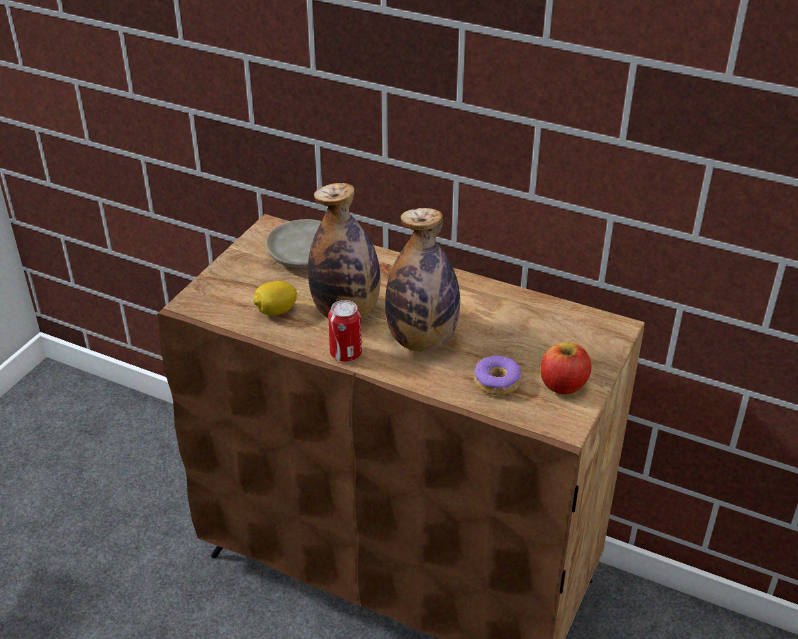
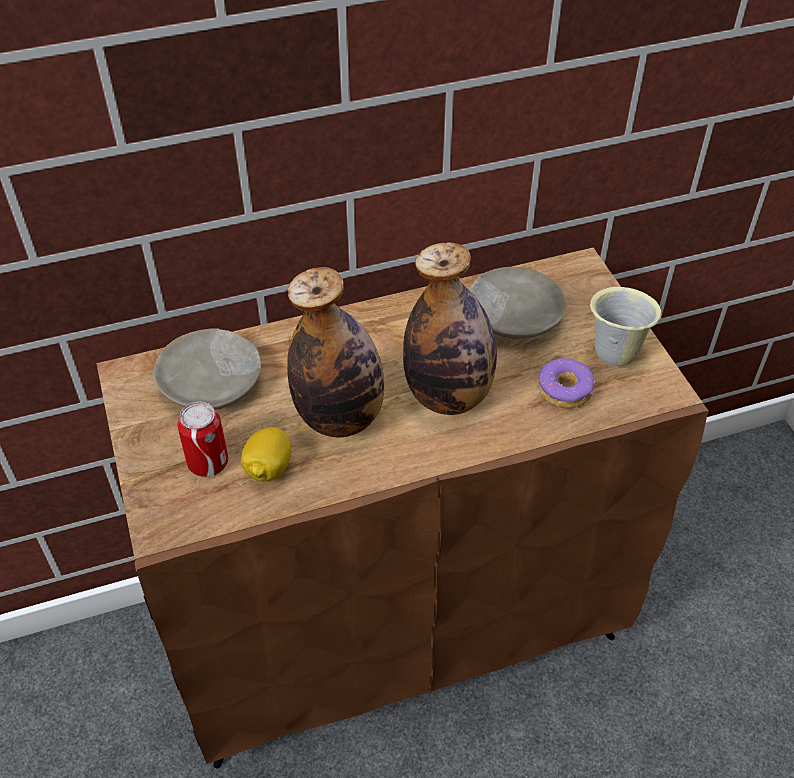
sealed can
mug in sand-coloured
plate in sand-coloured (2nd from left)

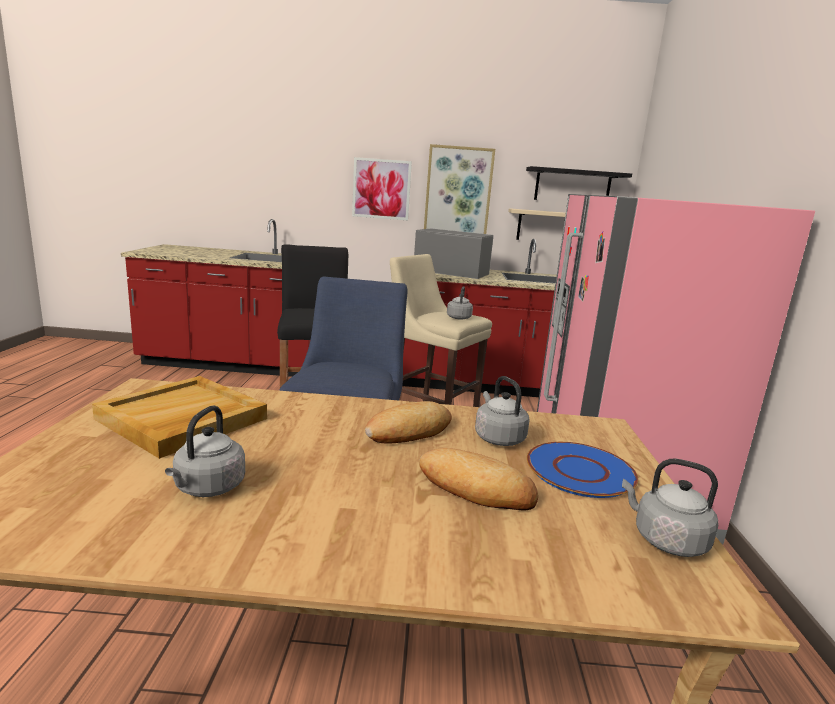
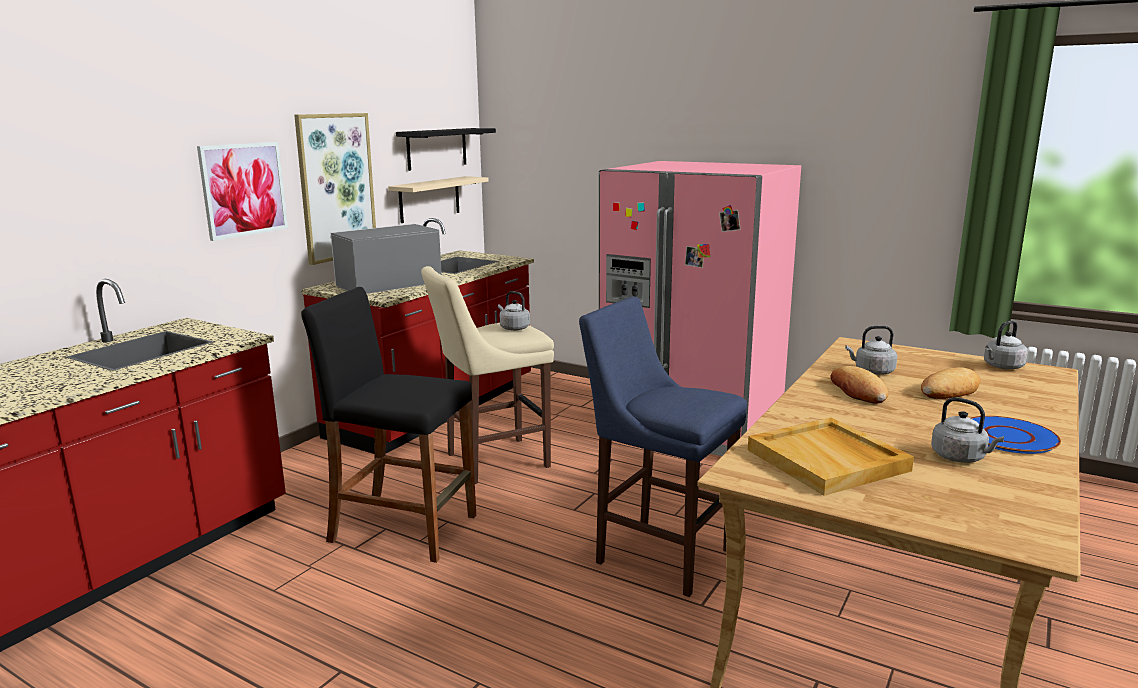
plate in blue

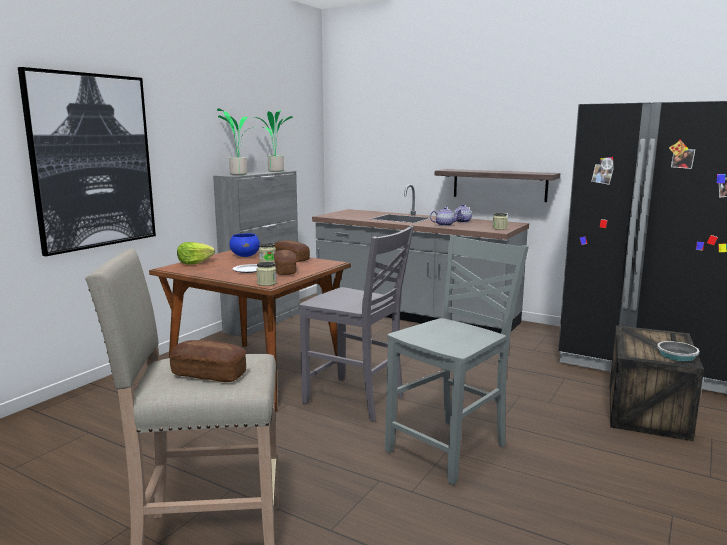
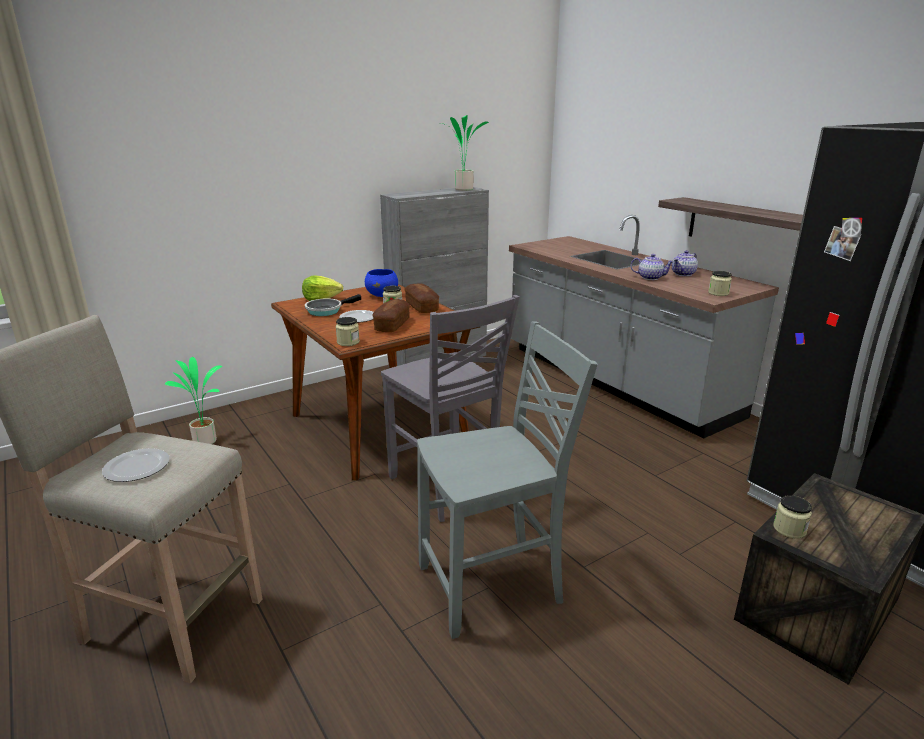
wall art
houseplant (1st from left)
skillet
plate (1st from left)
storage jar (4th from left)

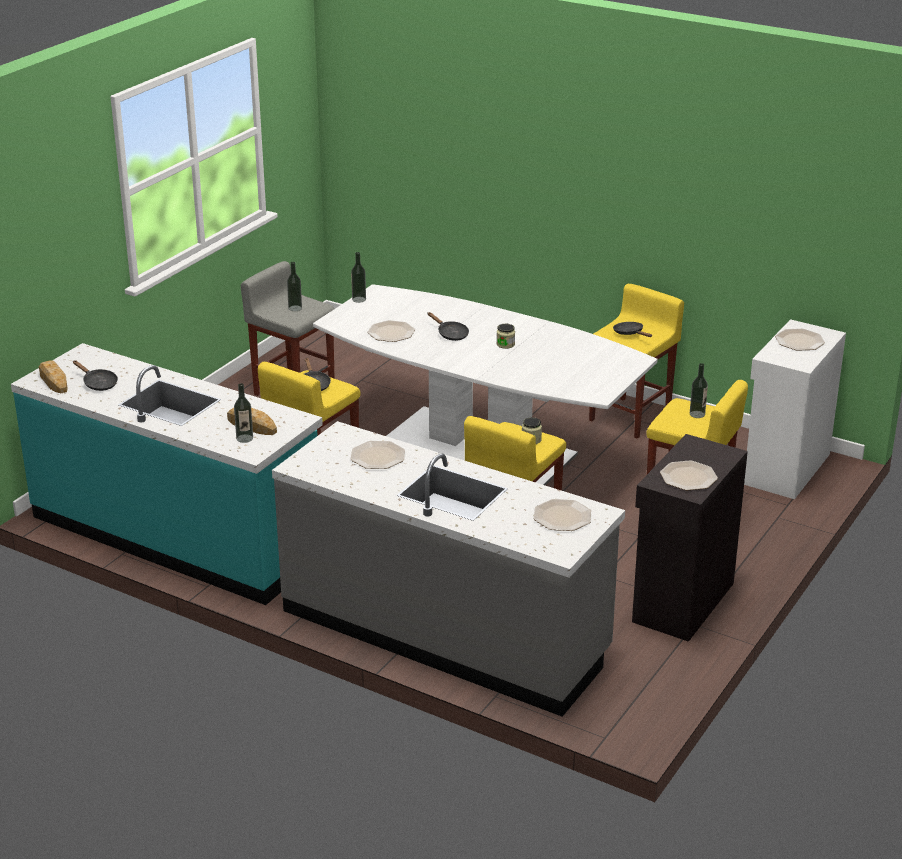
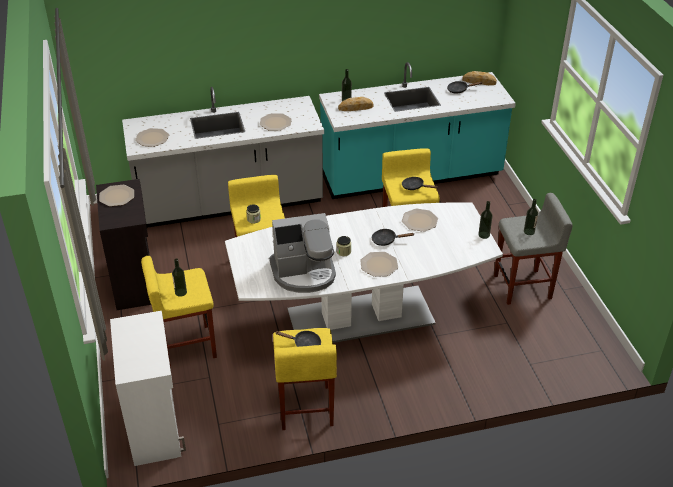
plate (4th from left)
coffee maker

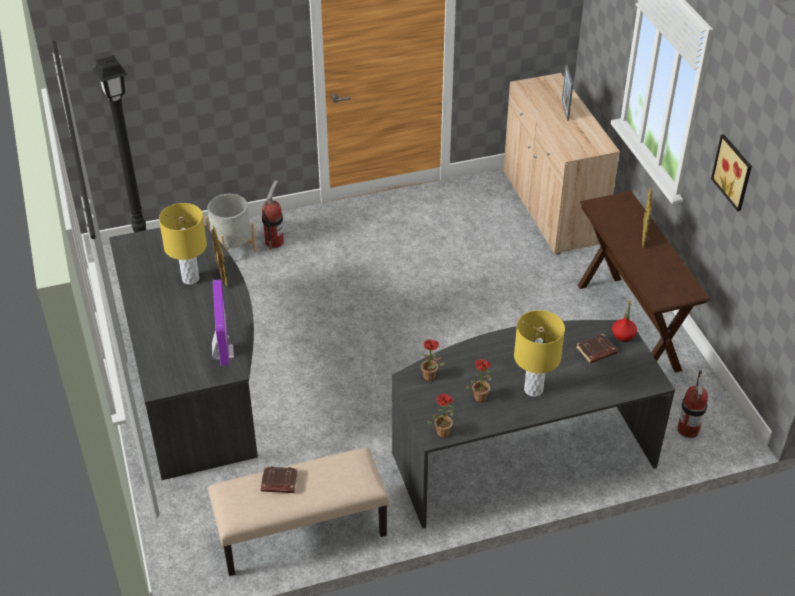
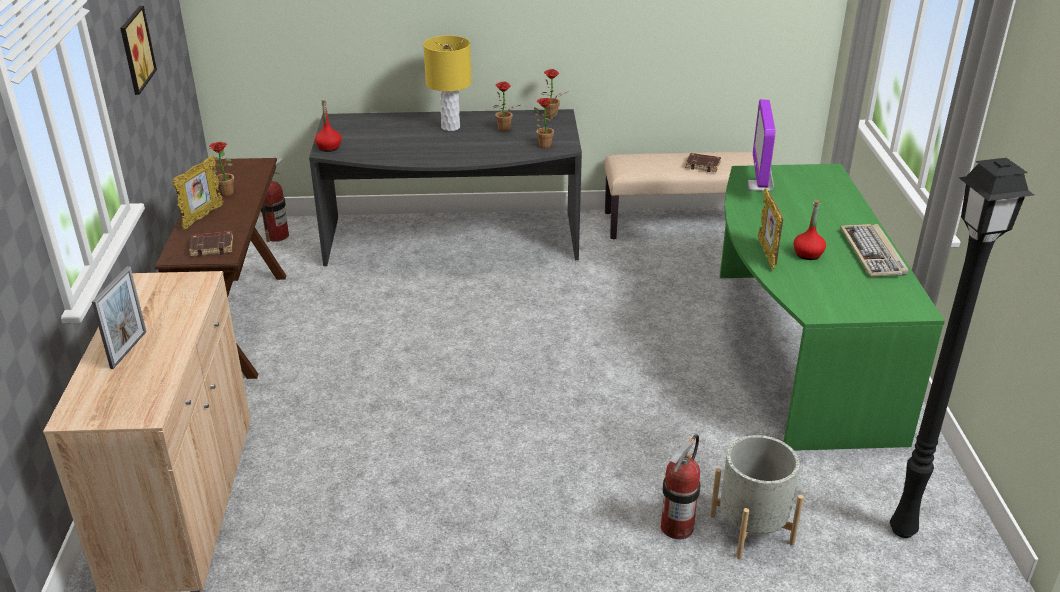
drink bottle in red (2nd from left)
desk table in greenish
book in brownish (1st from left)
houseplant (1st from left)
keyboard

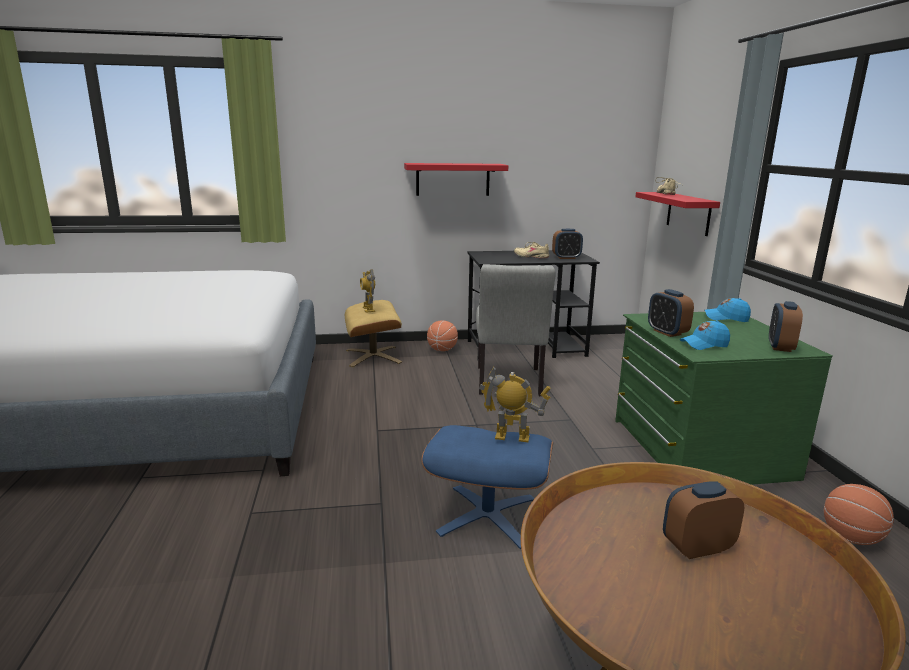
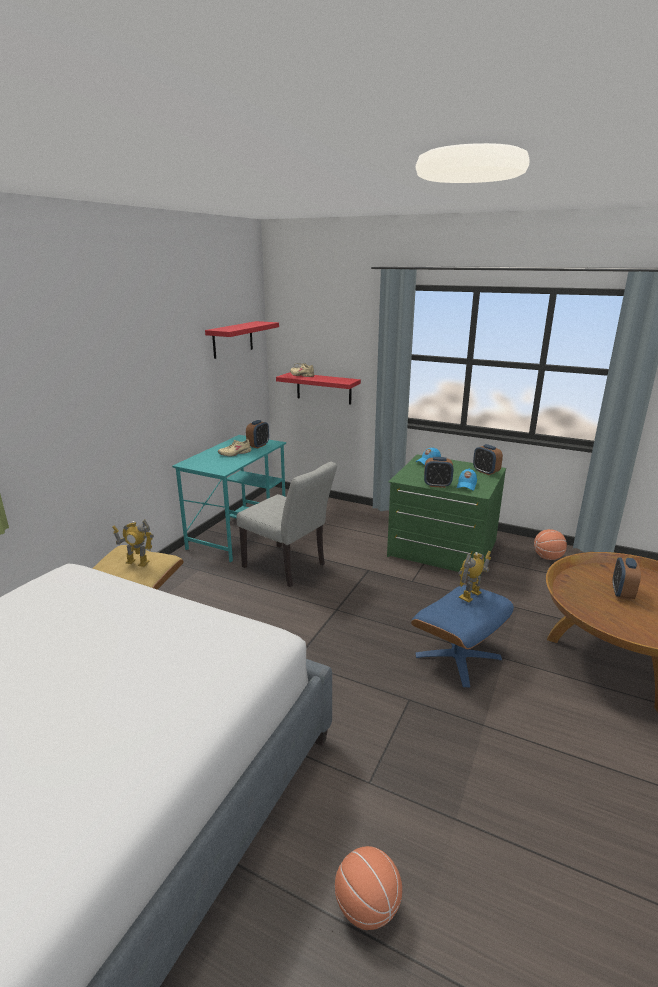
bracket shelf in red (1st from left)
desk table in blue-green
ball for basketball (1st from left)

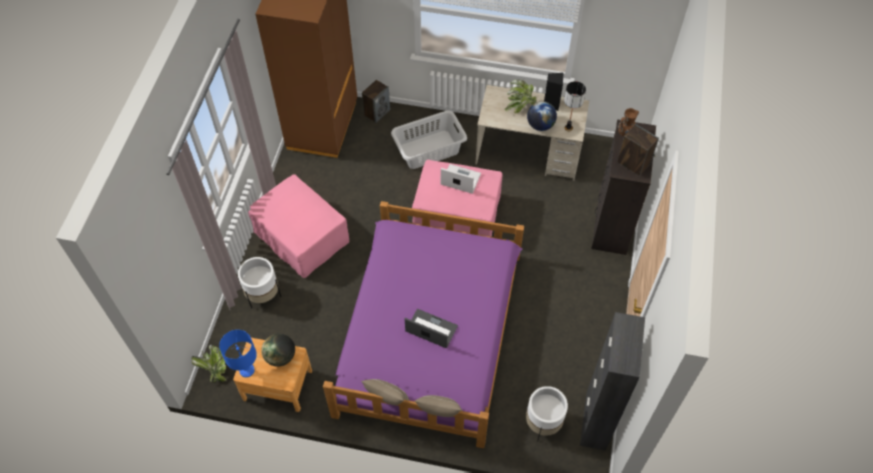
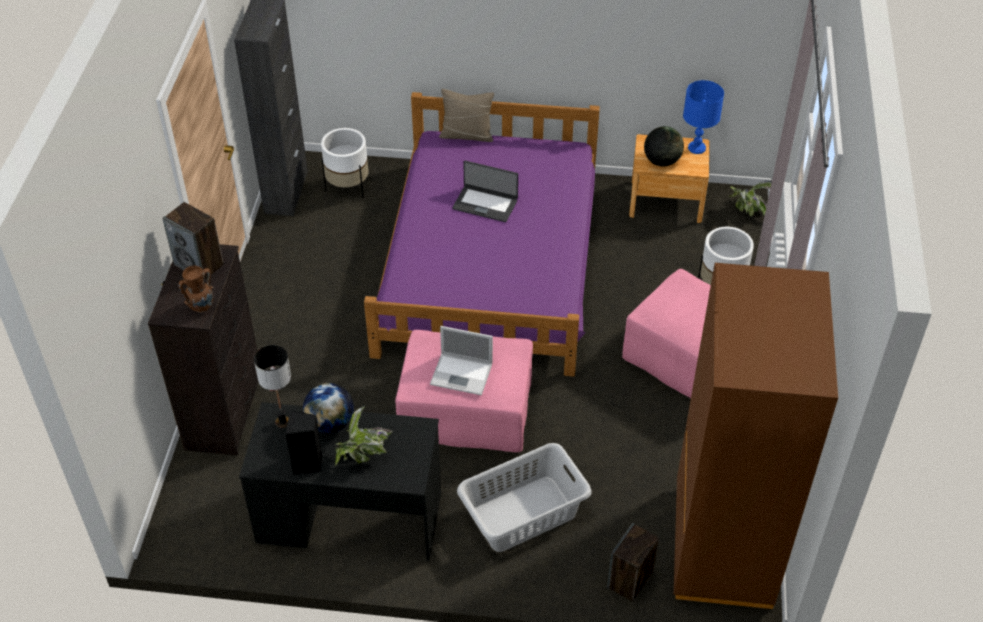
desk table in black-coloured
cushion in sand-coloured (1st from left in the first image)

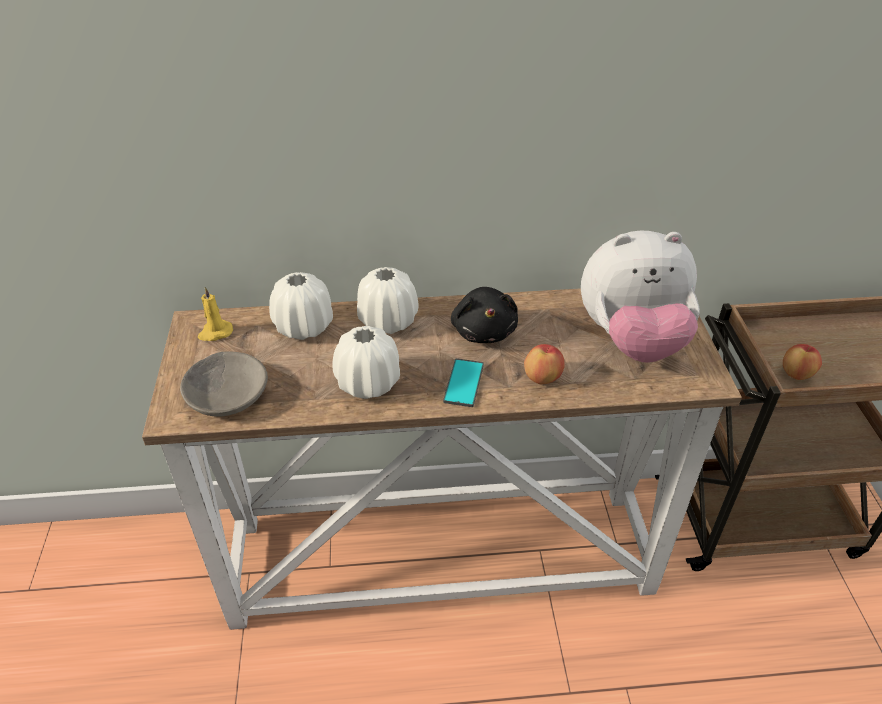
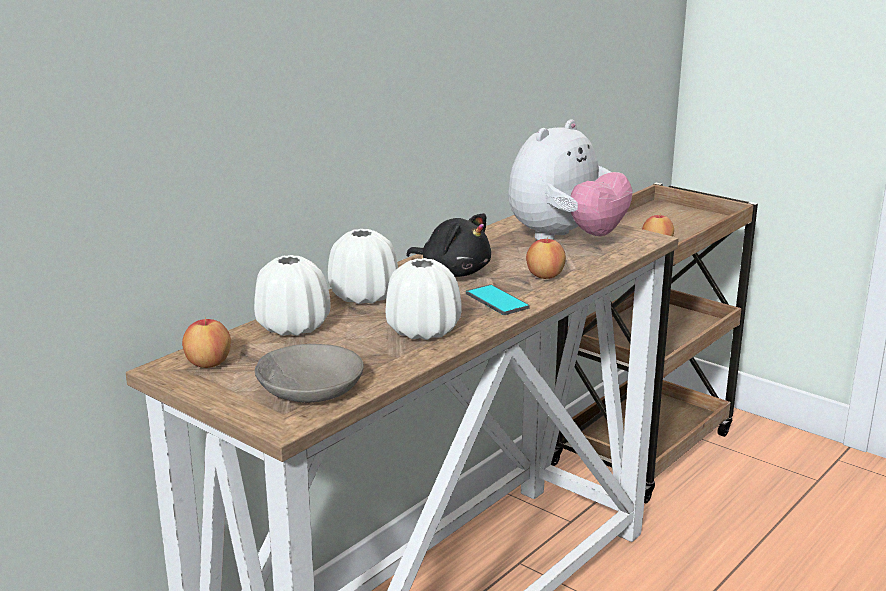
whole apple (1st from left)

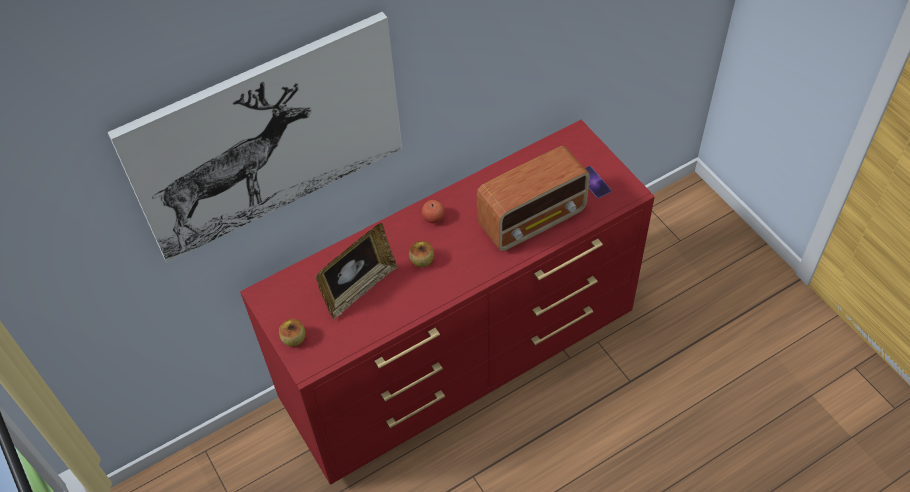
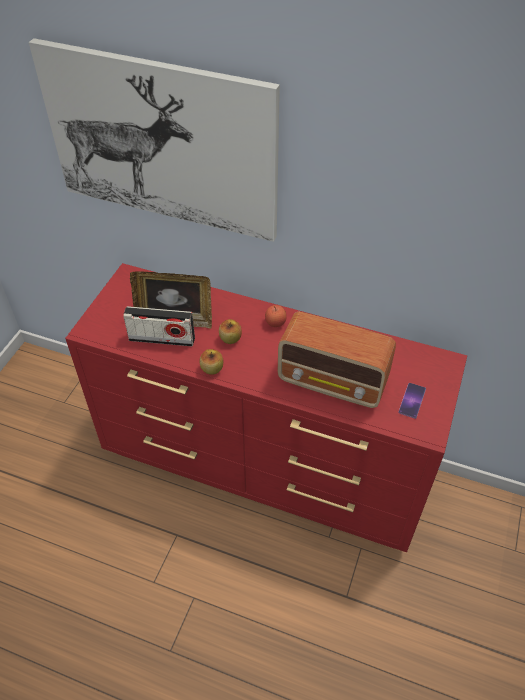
whole apple (1st from left)
radio (1st from left)

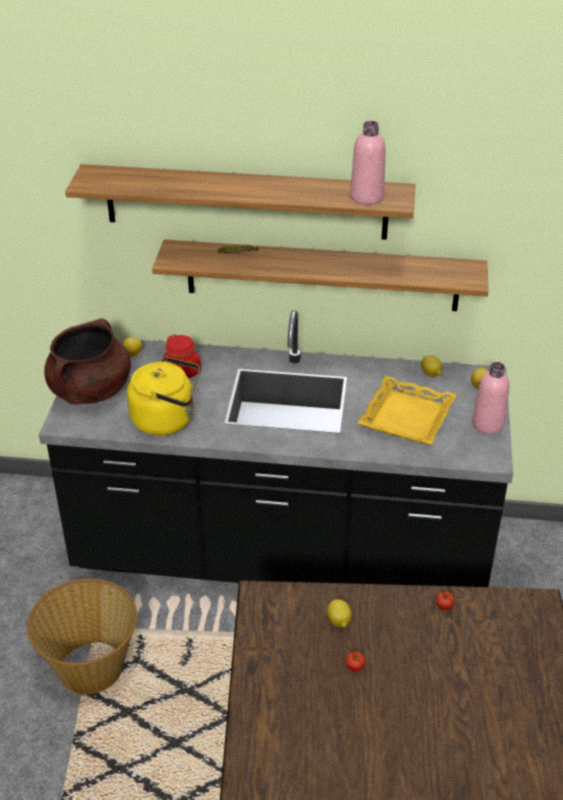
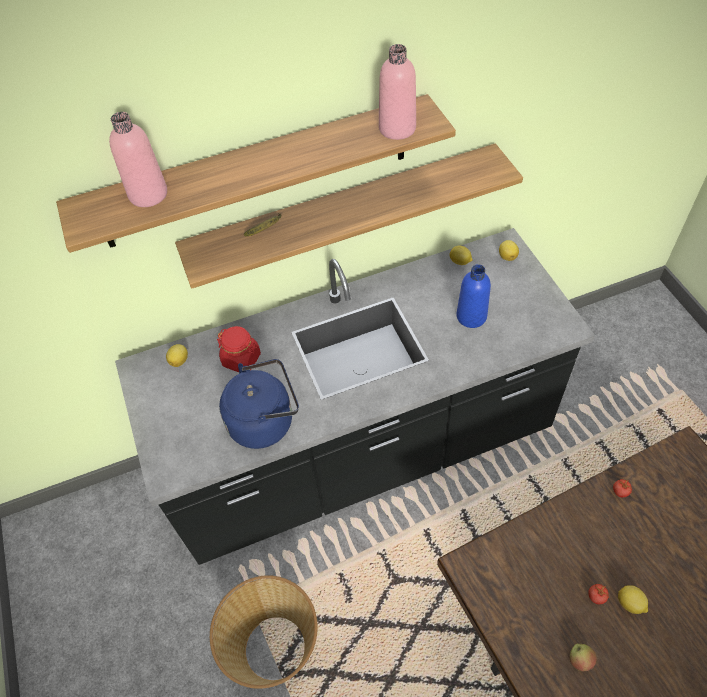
saucepot in brownish
tea kettle in blue
drink bottle in pink-coloured (1st from left)
drink bottle in blue
whole lemon (4th from left)
whole apple

